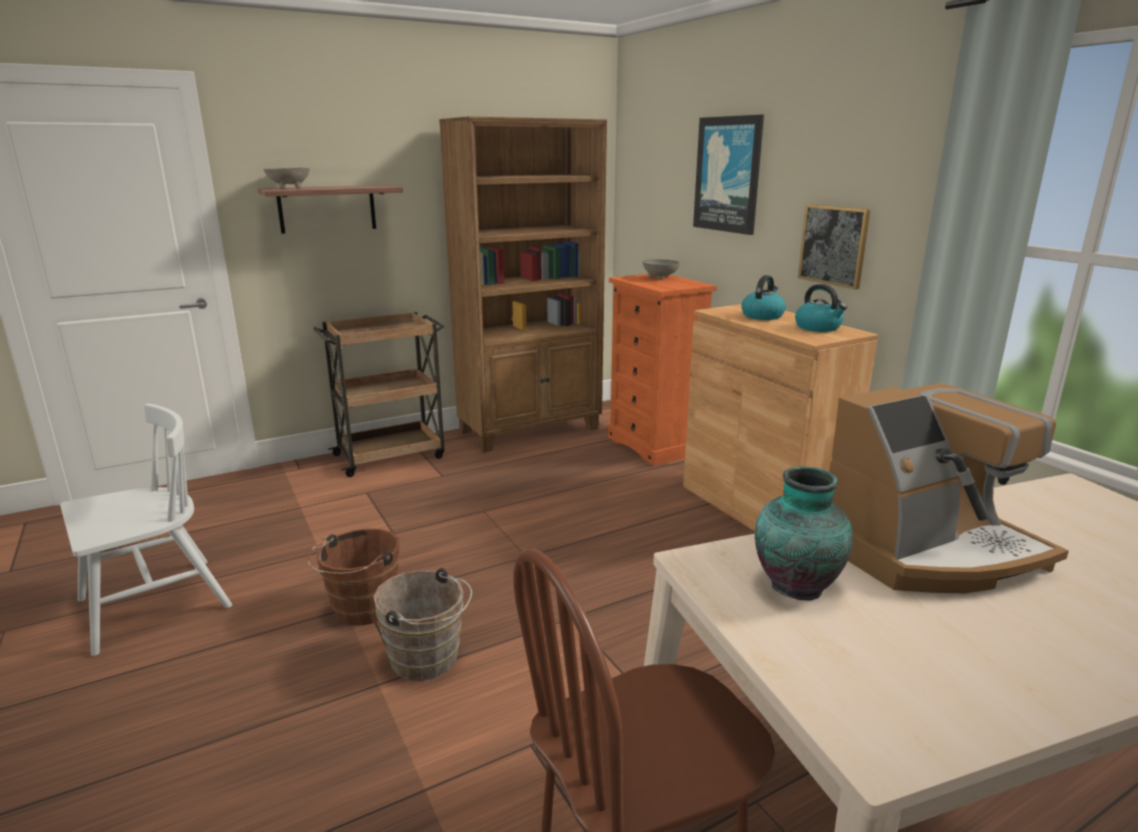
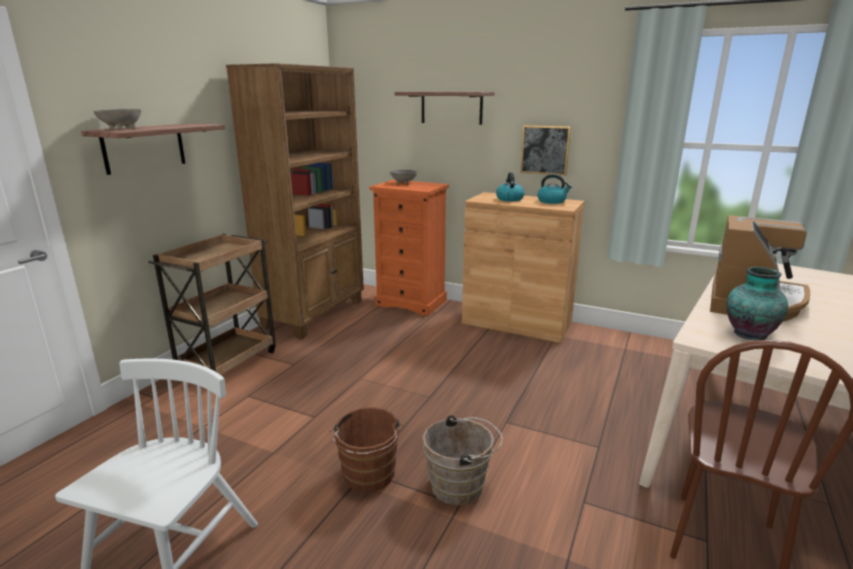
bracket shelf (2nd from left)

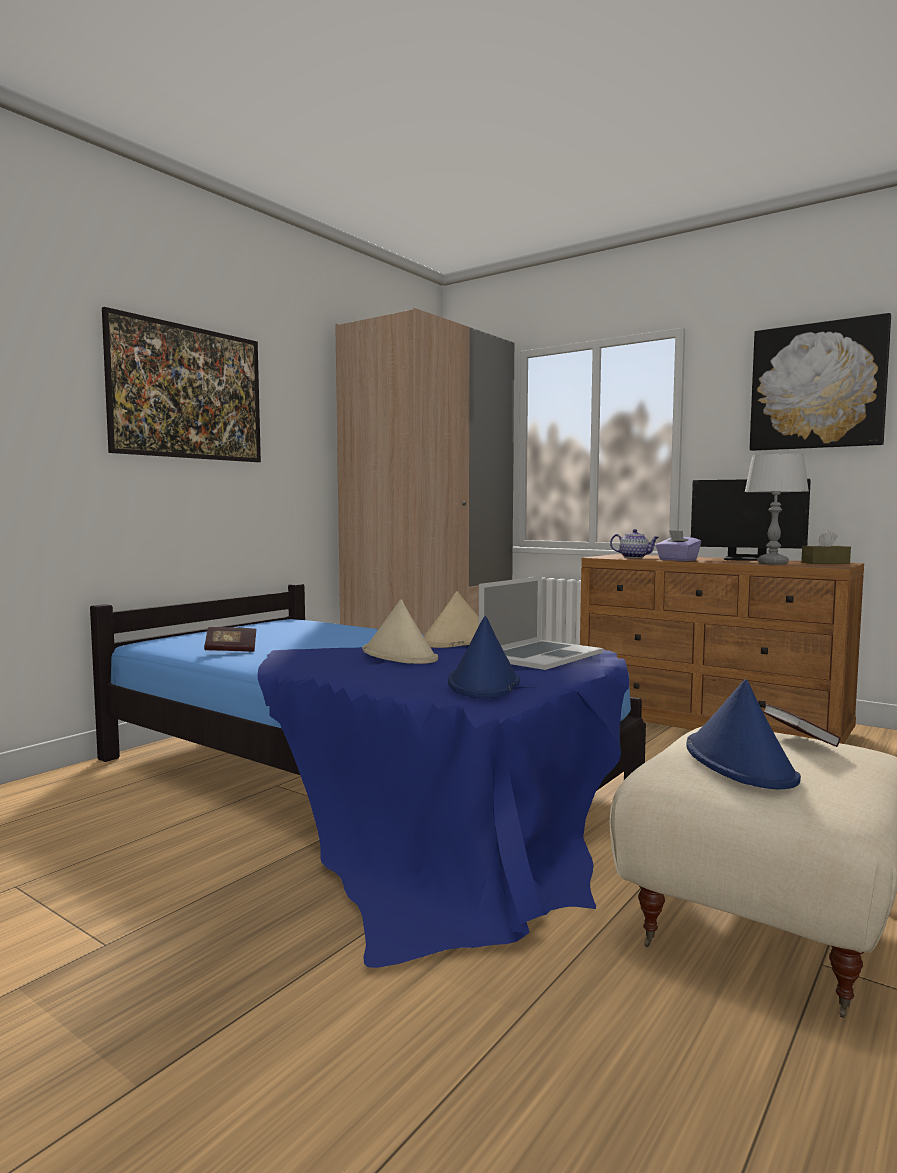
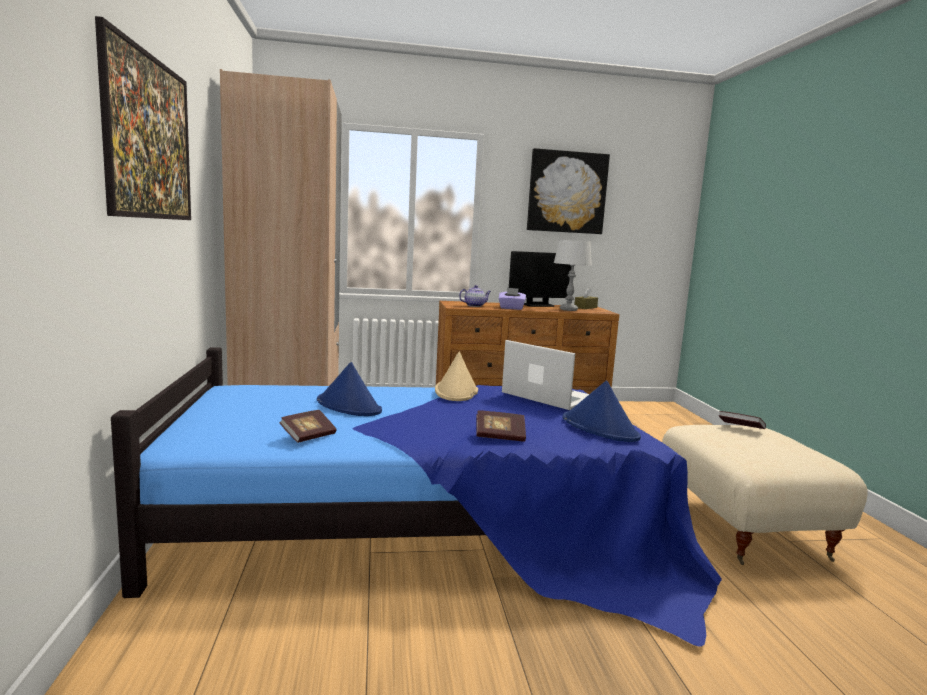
portable computer
wearable hat in sand-coloured (1st from left in the first image)
wearable hat in blue (1st from left)
book (2nd from left)

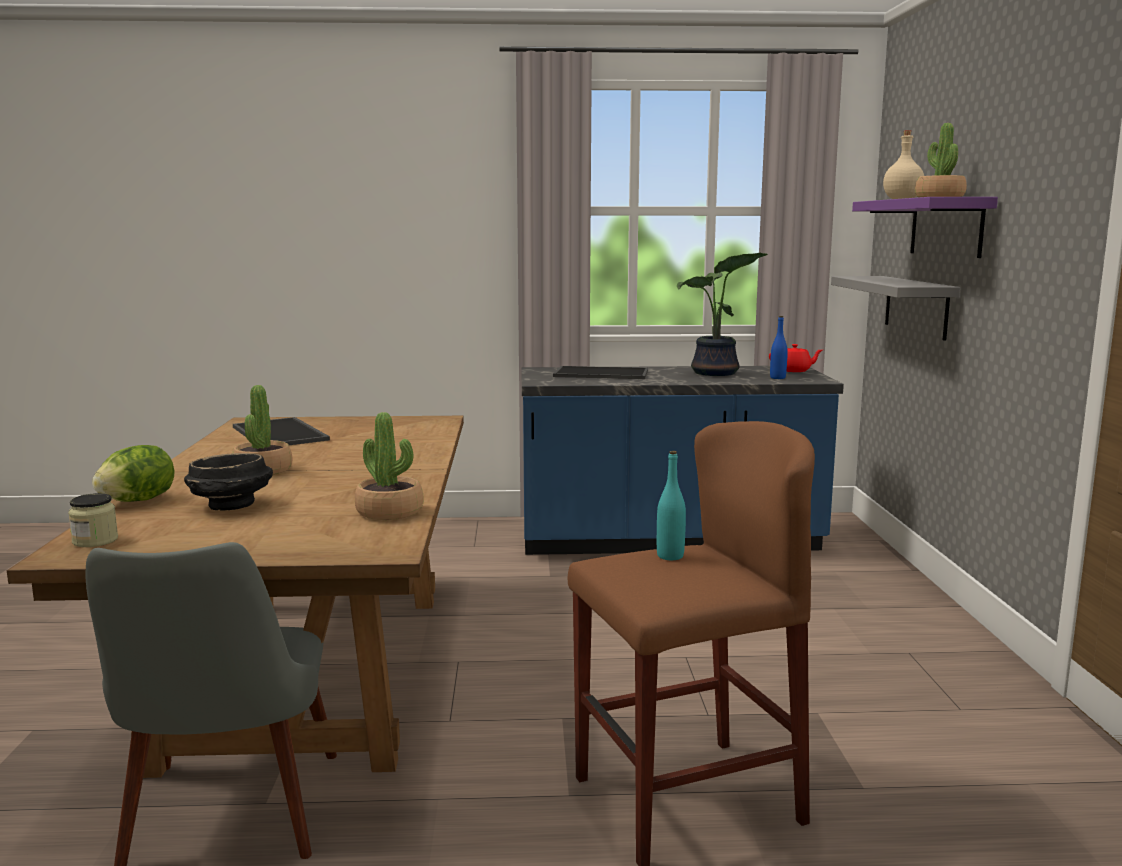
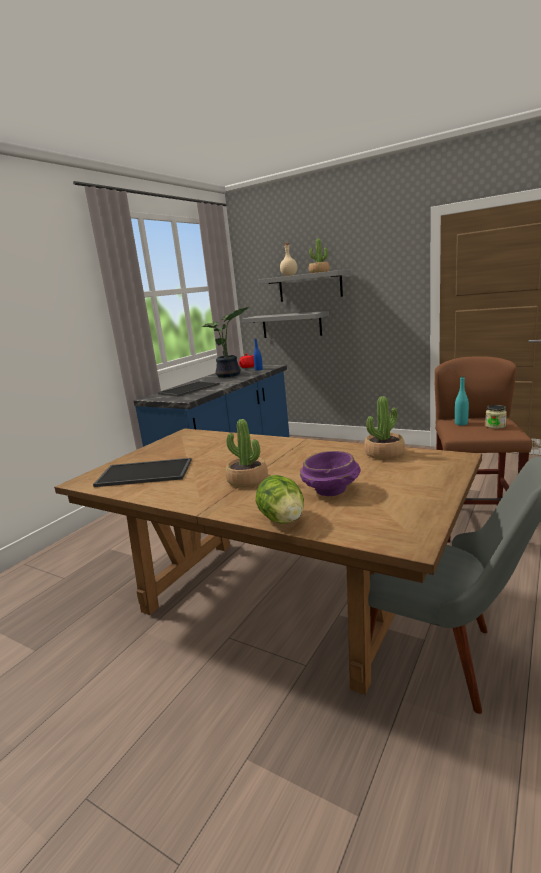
bracket shelf in grey (2nd from left)
deep dish in purple
storage jar

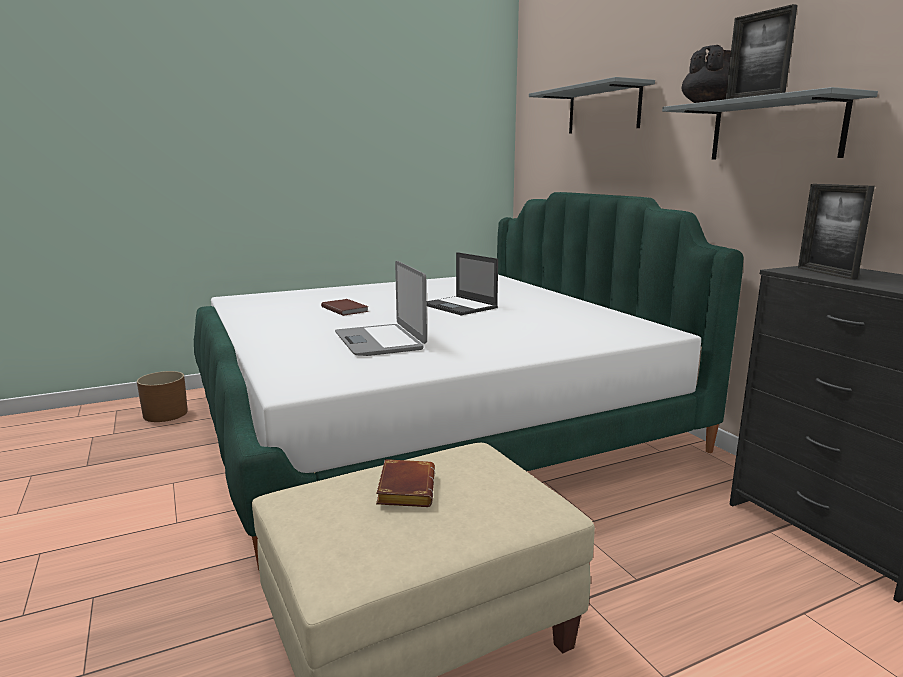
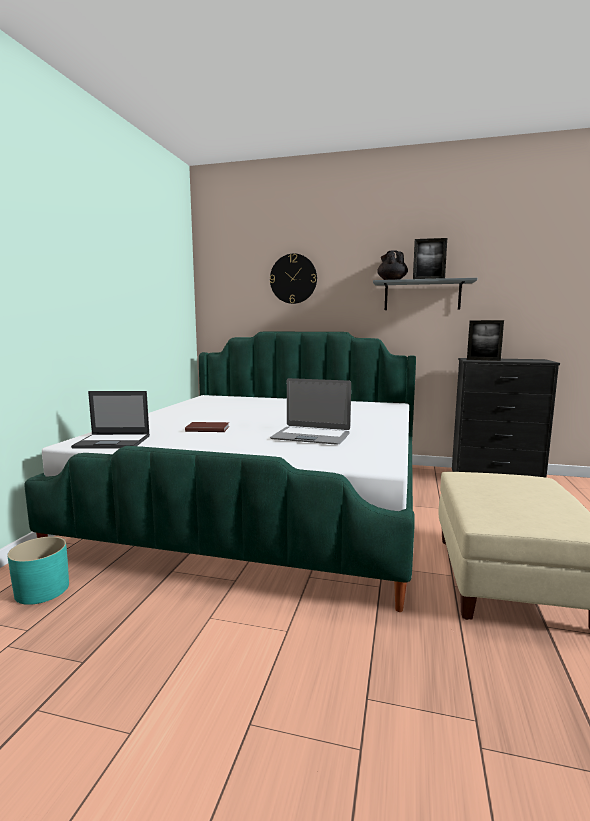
hanging clock
portable computer (1st from left)
flower pot in blue-green
book in brownish (2nd from left in the first image)

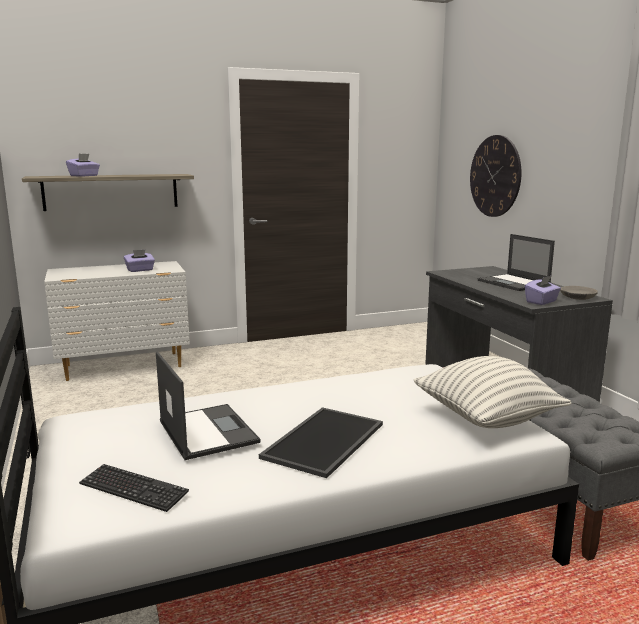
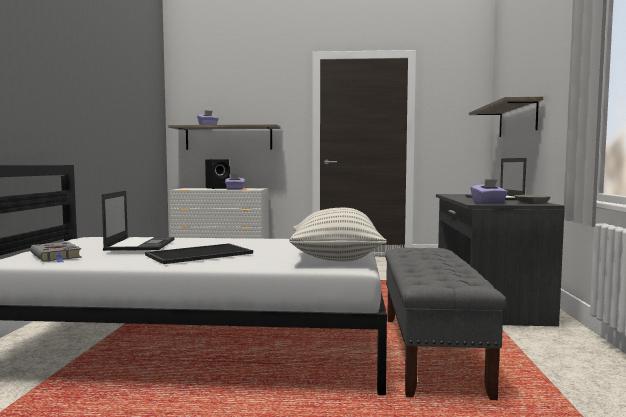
bracket shelf (2nd from left)
book in grey
speaker in black-coloured

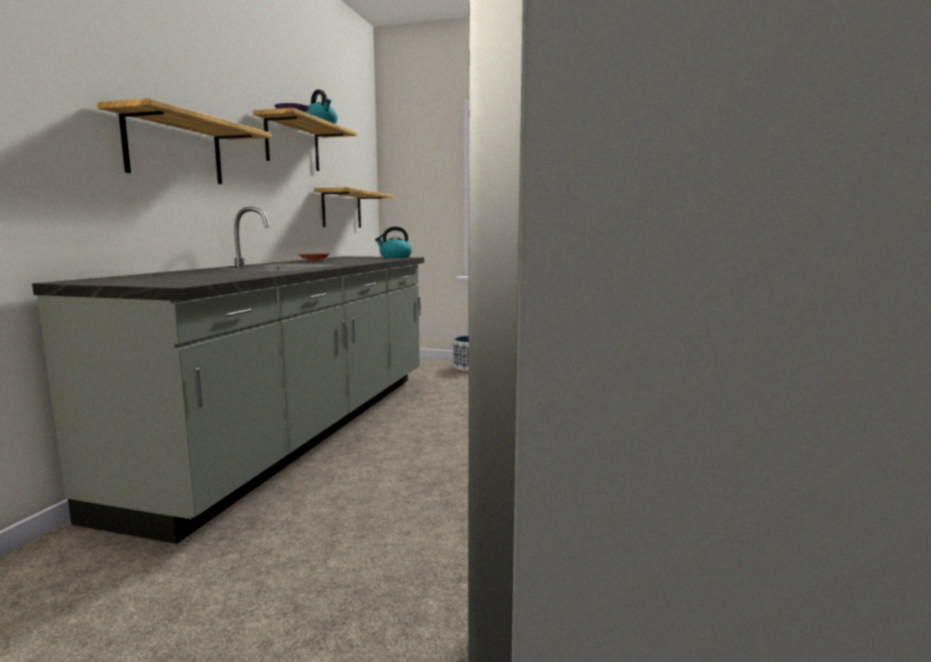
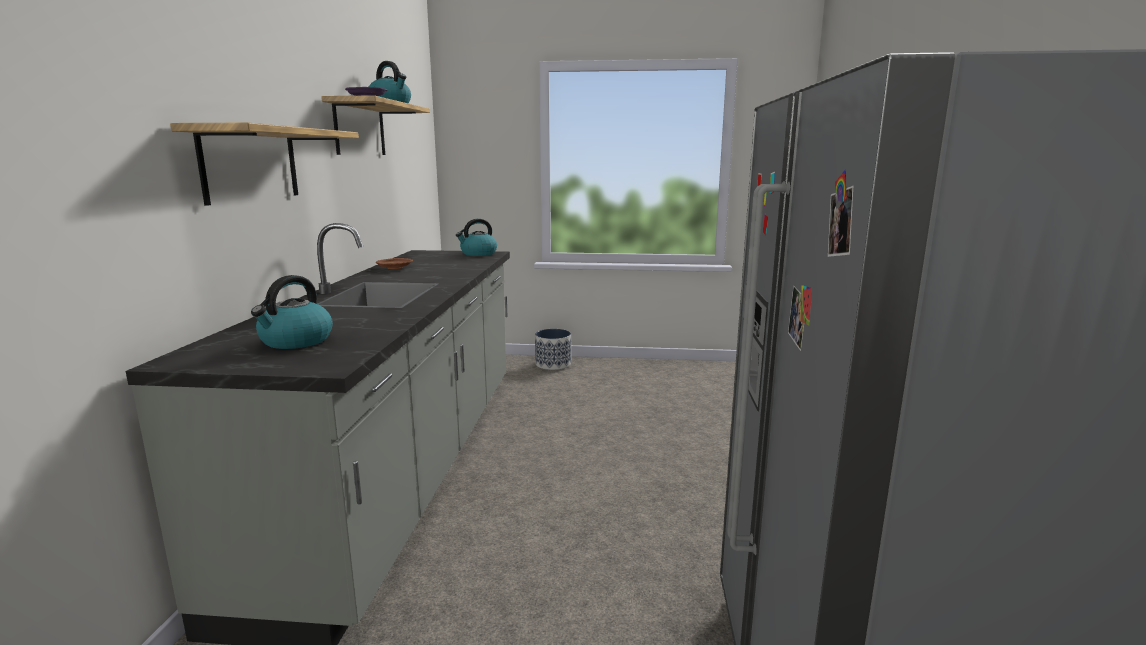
bracket shelf (3rd from left in the first image)
tea kettle (1st from left)

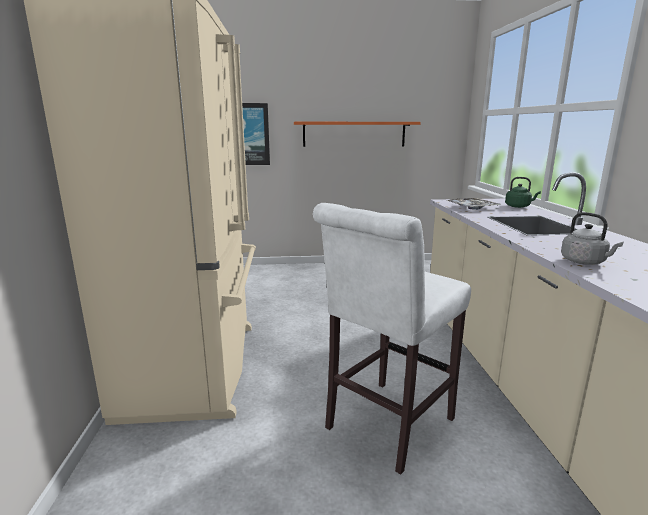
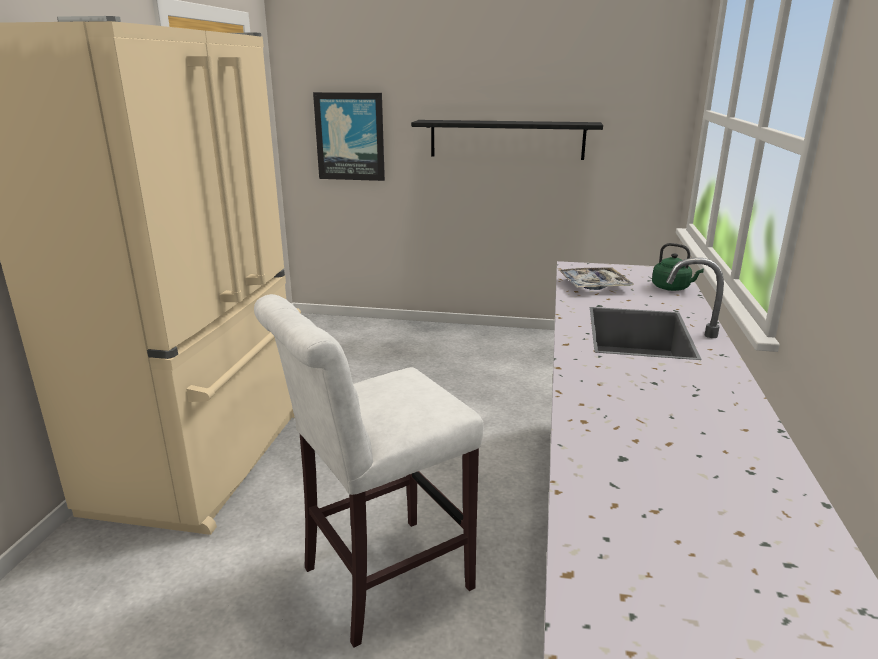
bracket shelf in black-coloured
tea kettle in grey

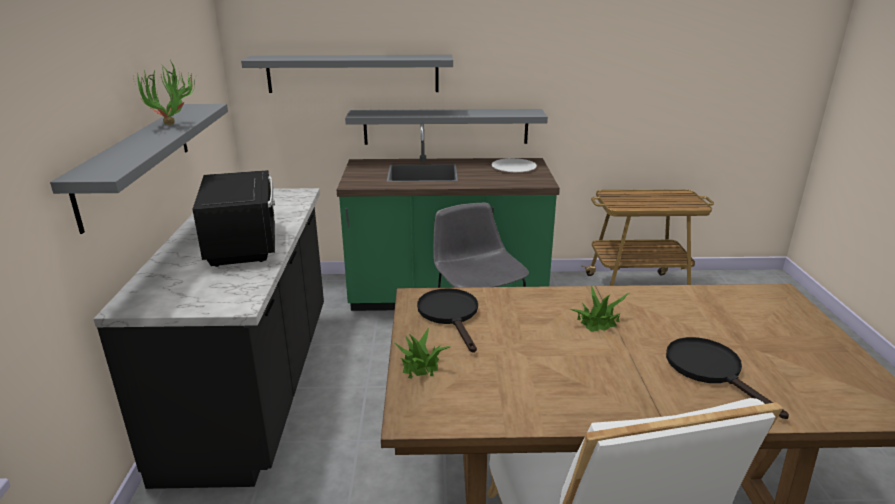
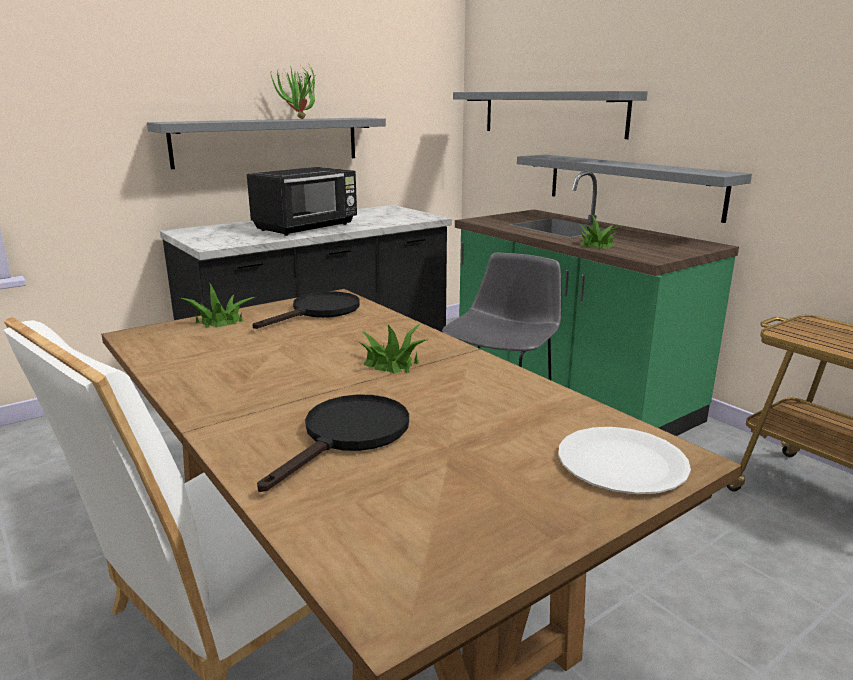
plate in white
houseplant (4th from left)

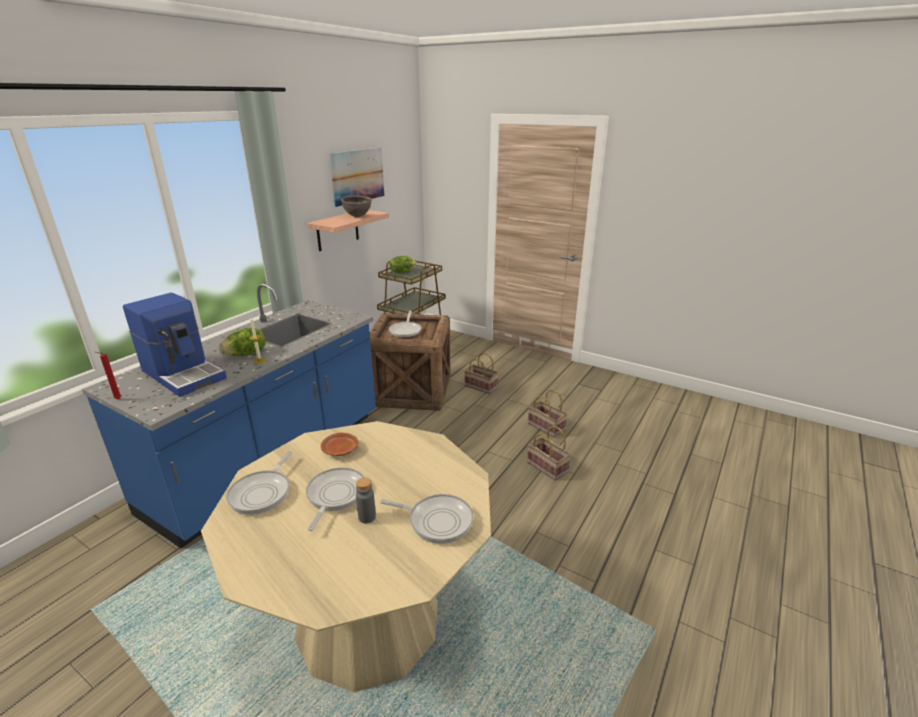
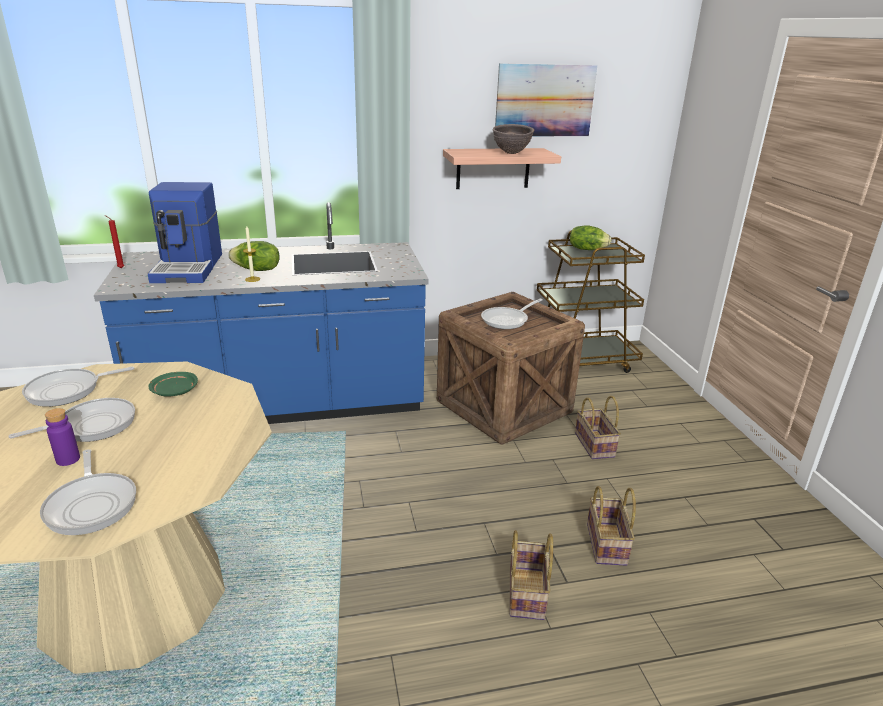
plate in greenish
drink bottle in purple

